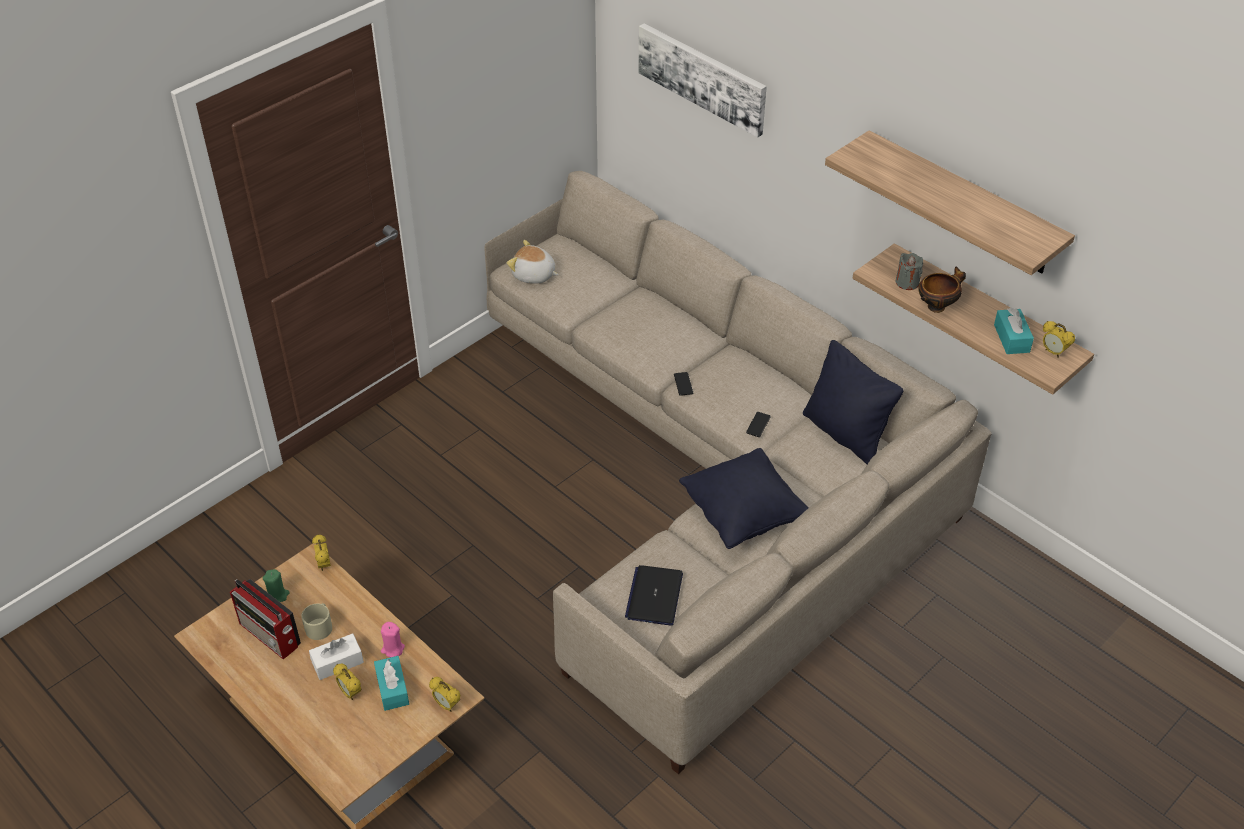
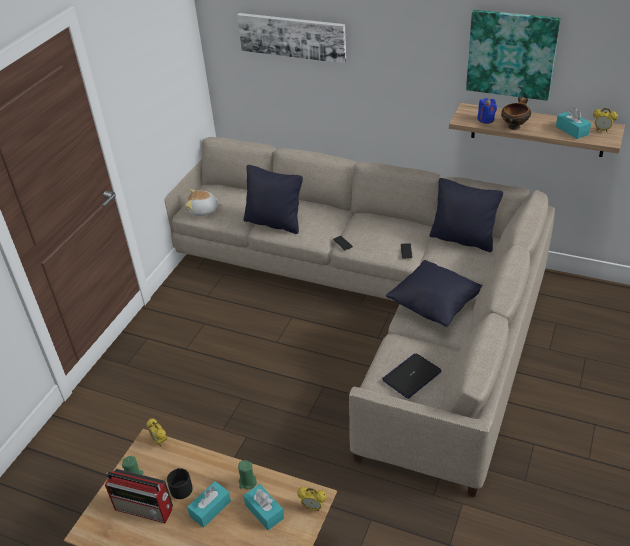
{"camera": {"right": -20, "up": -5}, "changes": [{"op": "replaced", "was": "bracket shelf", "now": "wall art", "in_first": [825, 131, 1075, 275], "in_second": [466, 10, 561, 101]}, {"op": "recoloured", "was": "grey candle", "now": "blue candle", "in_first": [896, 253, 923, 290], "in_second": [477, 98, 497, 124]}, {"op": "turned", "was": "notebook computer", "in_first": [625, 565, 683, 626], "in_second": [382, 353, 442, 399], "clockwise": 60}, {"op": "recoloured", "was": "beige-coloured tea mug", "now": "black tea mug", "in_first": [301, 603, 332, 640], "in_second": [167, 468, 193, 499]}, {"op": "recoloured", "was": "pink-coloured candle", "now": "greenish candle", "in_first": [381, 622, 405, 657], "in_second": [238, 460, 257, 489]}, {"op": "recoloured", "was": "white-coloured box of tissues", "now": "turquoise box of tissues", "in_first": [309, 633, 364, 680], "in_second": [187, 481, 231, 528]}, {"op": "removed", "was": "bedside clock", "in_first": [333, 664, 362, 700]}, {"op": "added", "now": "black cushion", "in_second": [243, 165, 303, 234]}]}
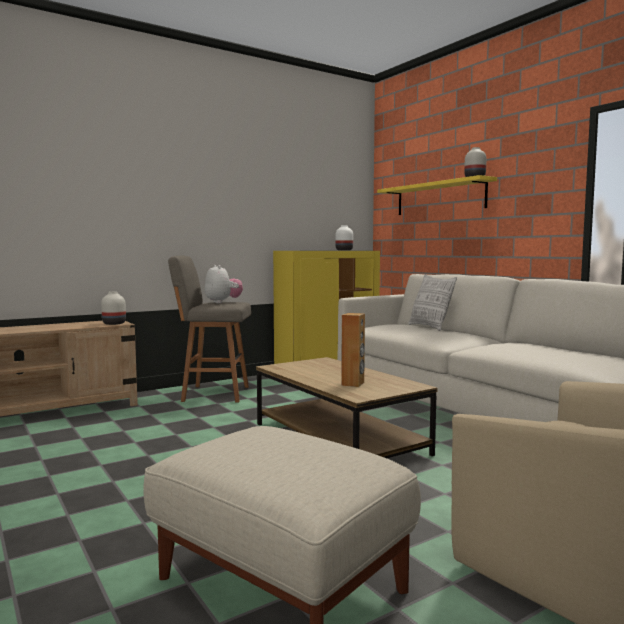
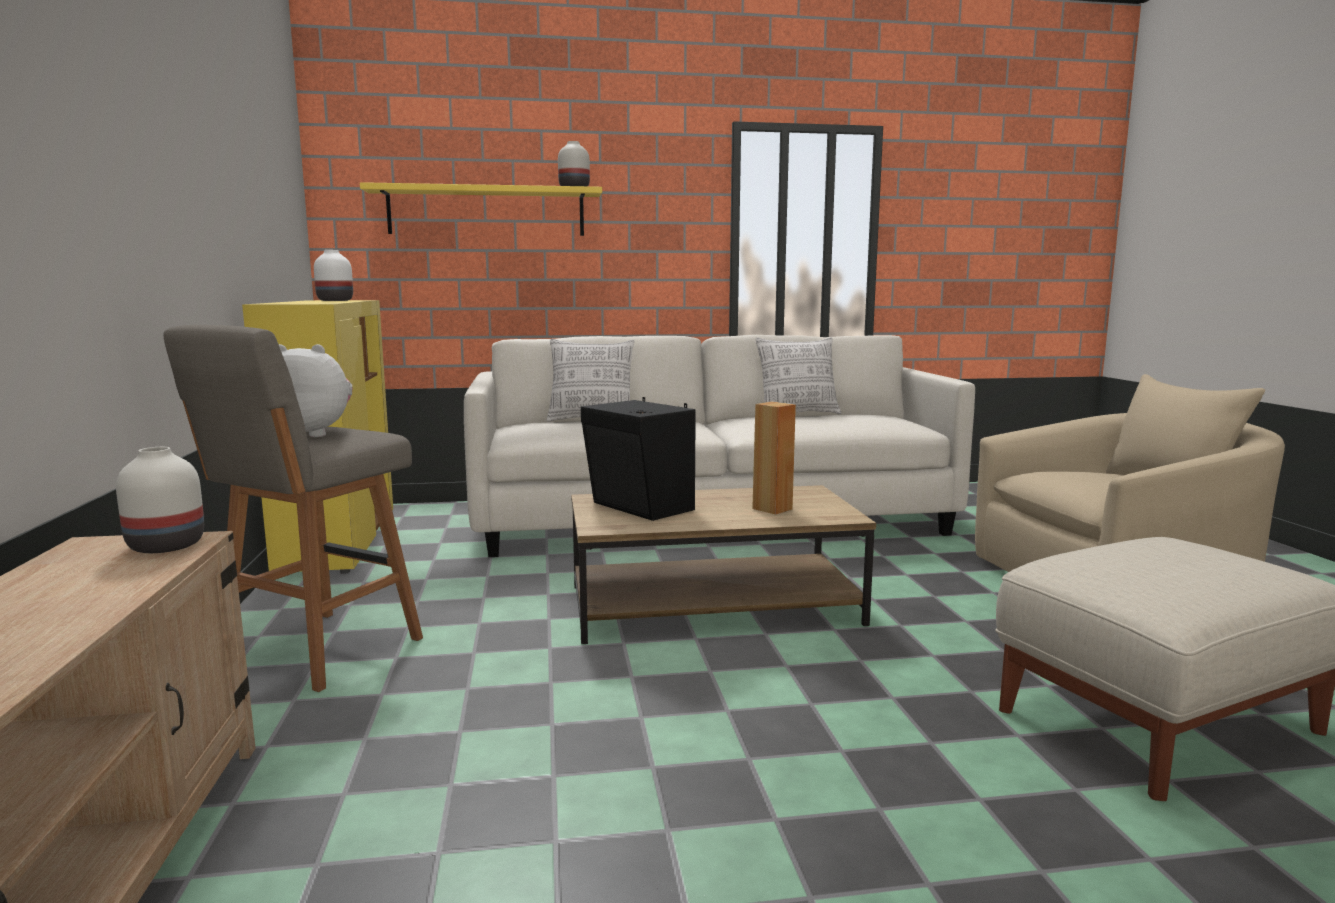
{"camera": {"right": -65, "up": 5}, "changes": [{"op": "added", "now": "cushion", "in_second": [756, 337, 841, 414]}, {"op": "added", "now": "black speaker", "in_second": [581, 397, 696, 521]}]}
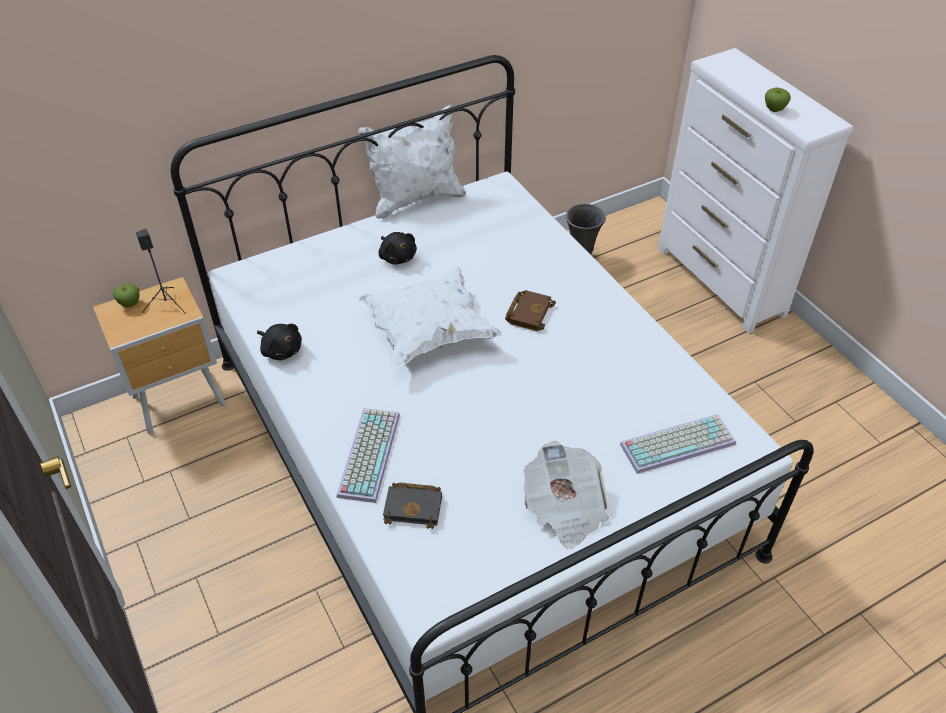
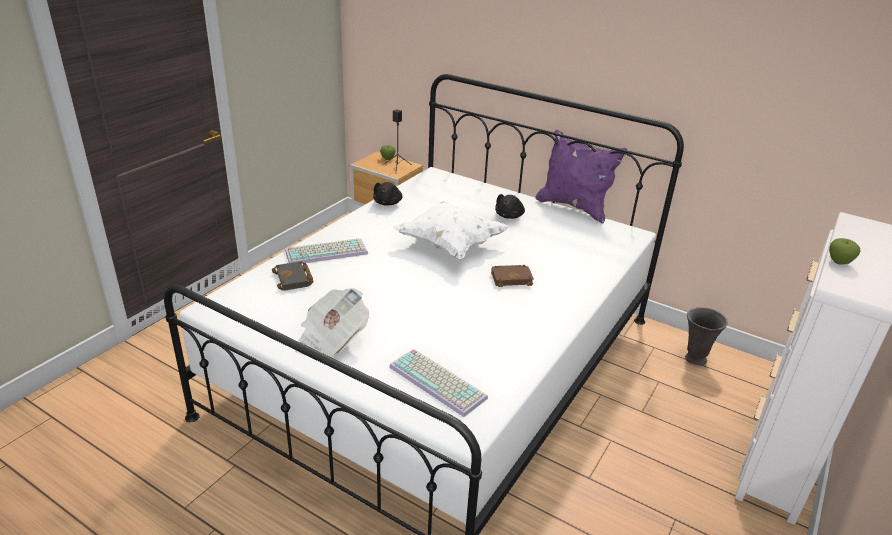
{"camera": {"right": 60, "up": -15}, "changes": [{"op": "recoloured", "was": "white-coloured cushion", "now": "purple-coloured cushion", "in_first": [358, 104, 466, 219], "in_second": [535, 130, 627, 224]}]}
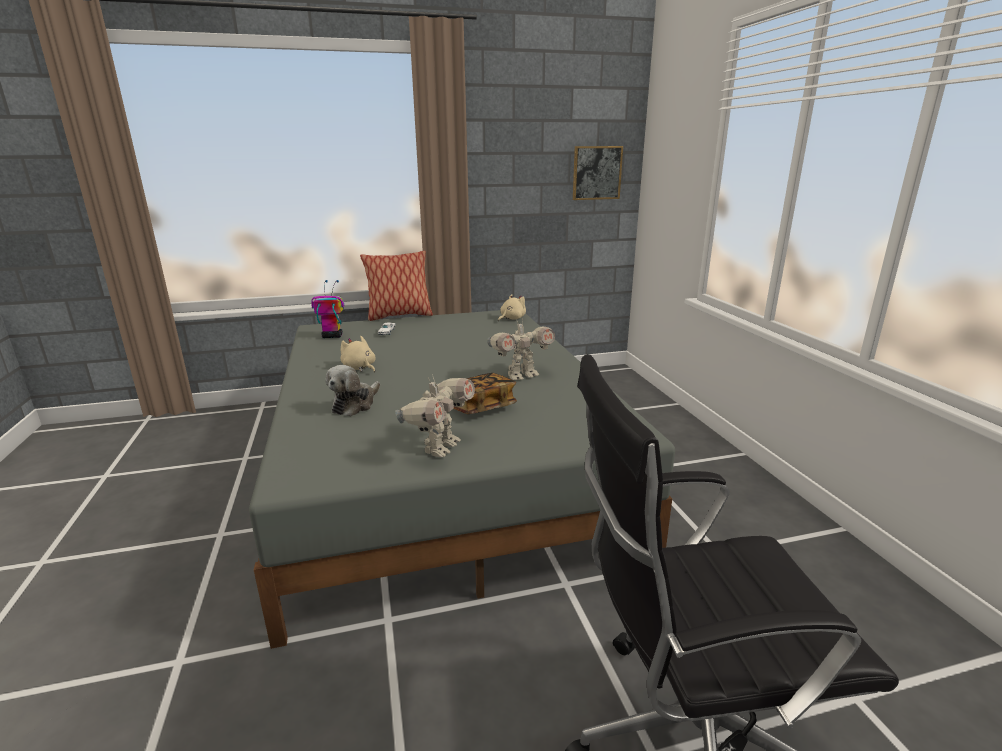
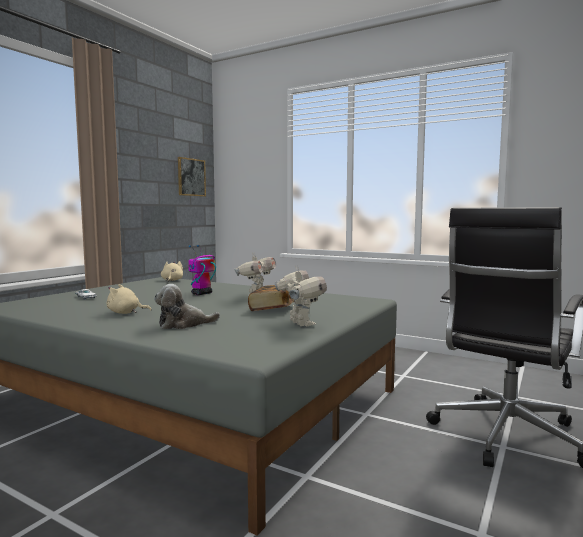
{"camera": {"right": -45, "up": -15}, "changes": [{"op": "removed", "was": "cushion", "in_first": [360, 251, 433, 321]}, {"op": "moved", "was": "toy robot", "in_first": [311, 280, 344, 338], "in_second": [188, 245, 216, 295]}, {"op": "turned", "was": "cuddly toy", "in_first": [326, 365, 380, 417], "in_second": [154, 284, 220, 329], "clockwise": 90}]}
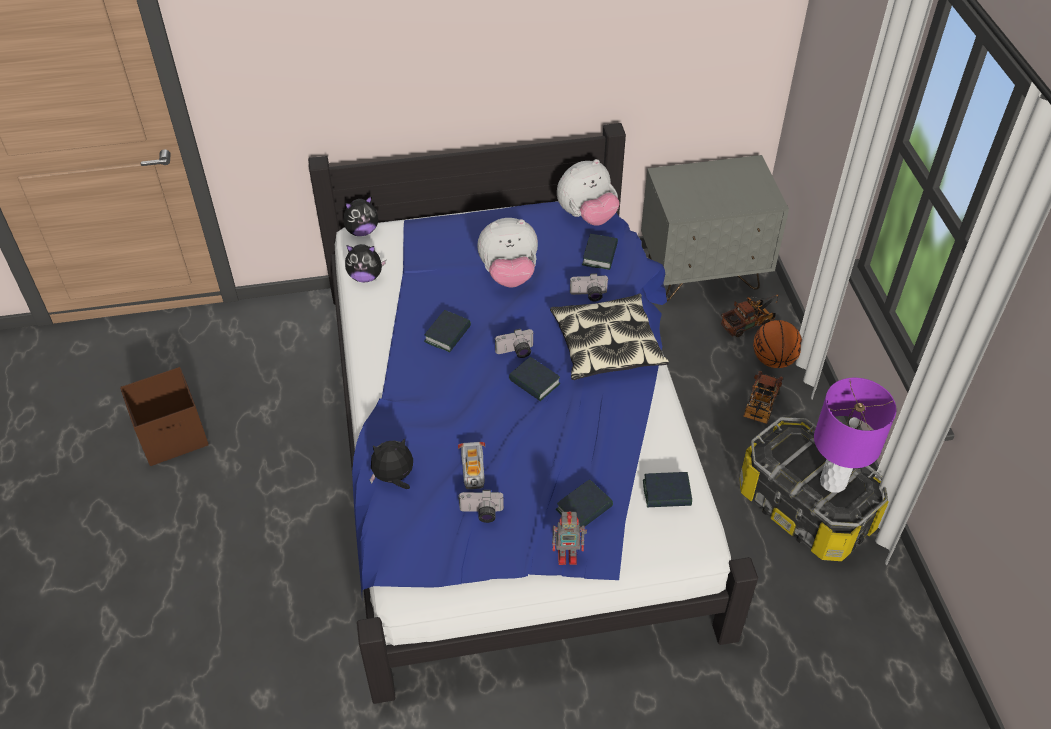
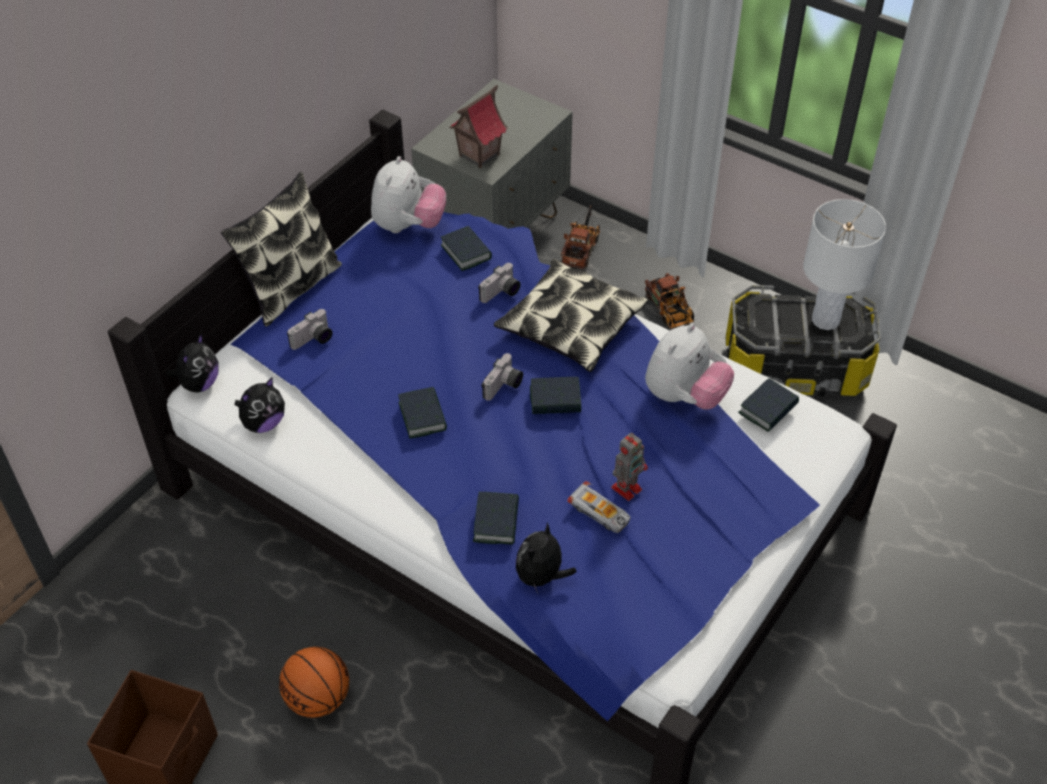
{"camera": {"right": -45, "up": 0}, "changes": [{"op": "moved", "was": "cuddly toy", "in_first": [477, 218, 538, 287], "in_second": [645, 323, 734, 410]}, {"op": "moved", "was": "basketball", "in_first": [753, 320, 802, 368], "in_second": [279, 647, 349, 718]}, {"op": "recoloured", "was": "purple-coloured tabletop lamp", "now": "white-coloured tabletop lamp", "in_first": [814, 378, 897, 493], "in_second": [803, 199, 886, 330]}, {"op": "moved", "was": "volume", "in_first": [556, 479, 613, 527], "in_second": [473, 492, 519, 545]}, {"op": "moved", "was": "photo camera", "in_first": [459, 490, 504, 523], "in_second": [287, 309, 332, 350]}, {"op": "moved", "was": "toy robot", "in_first": [552, 511, 587, 565], "in_second": [611, 433, 648, 501]}, {"op": "added", "now": "miniature house", "in_second": [449, 85, 508, 168]}, {"op": "added", "now": "cushion", "in_second": [221, 172, 342, 327]}]}
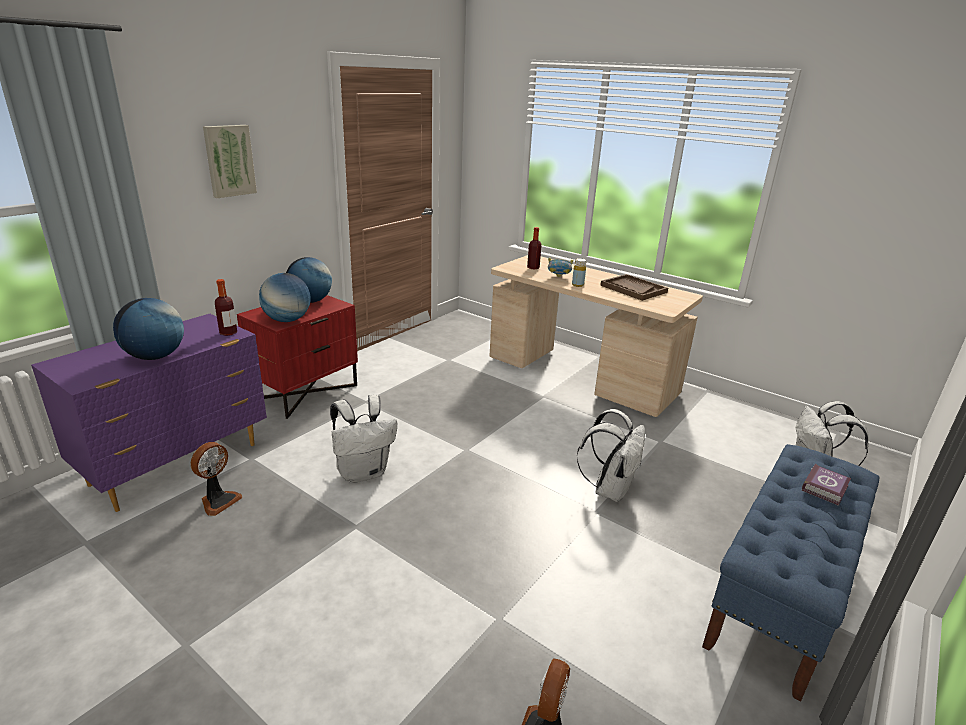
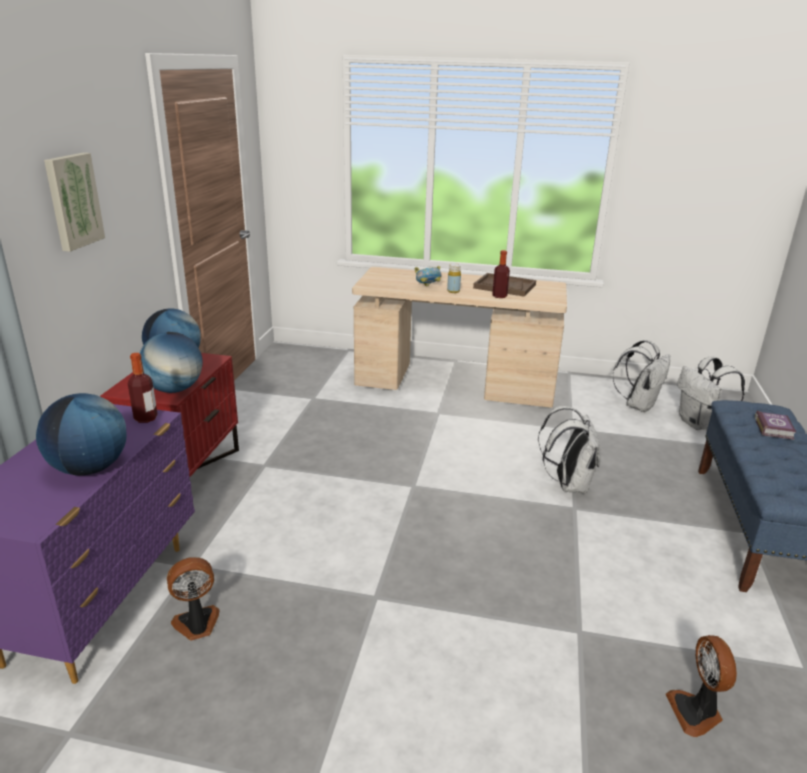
{"camera": {"right": -25, "up": 0}, "changes": [{"op": "moved", "was": "bottle", "in_first": [527, 227, 542, 270], "in_second": [492, 250, 510, 298]}, {"op": "moved", "was": "white-coloured backpack", "in_first": [330, 395, 397, 483], "in_second": [613, 340, 670, 412]}, {"op": "turned", "was": "fan", "in_first": [191, 442, 242, 516], "in_second": [167, 557, 220, 641], "clockwise": -120}]}
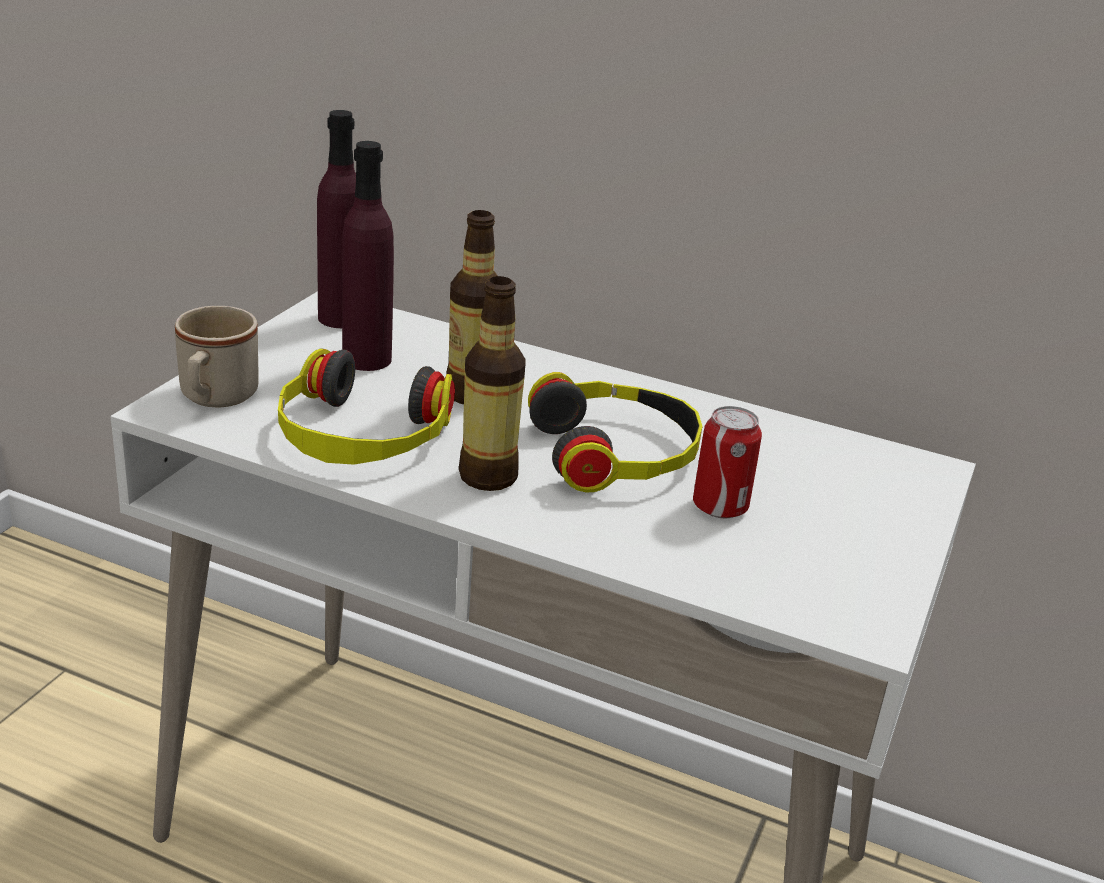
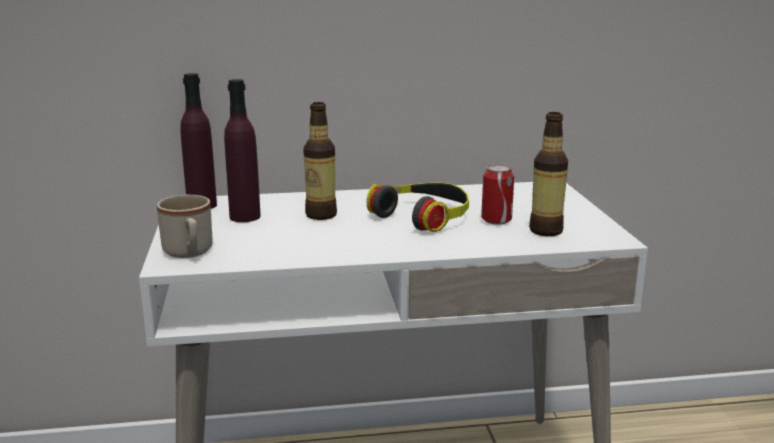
{"camera": {"right": -30, "up": -10}, "changes": [{"op": "moved", "was": "bottle", "in_first": [459, 276, 526, 491], "in_second": [529, 112, 568, 236]}, {"op": "removed", "was": "headphones", "in_first": [278, 348, 455, 465]}]}
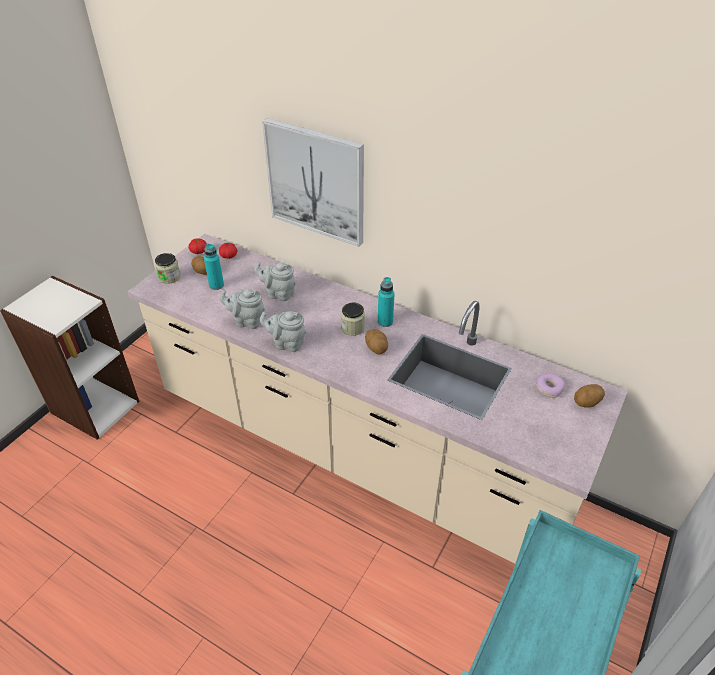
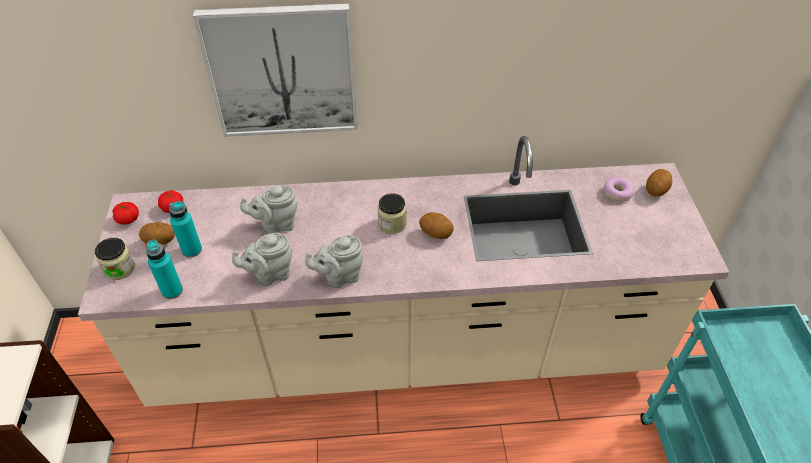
{"camera": {"right": -35, "up": 5}, "changes": [{"op": "moved", "was": "turquoise bottle", "in_first": [378, 277, 394, 327], "in_second": [146, 239, 183, 299]}]}
